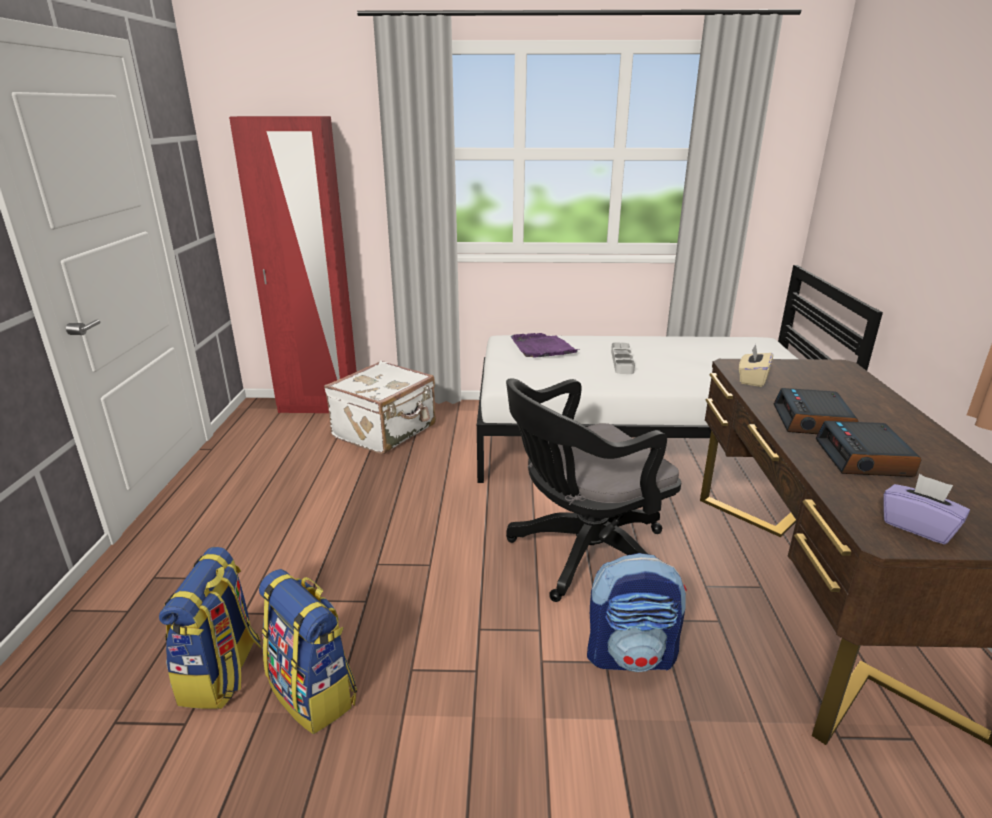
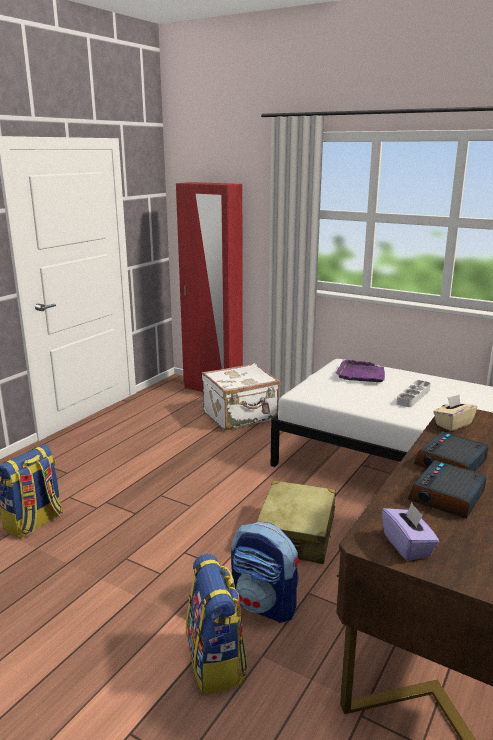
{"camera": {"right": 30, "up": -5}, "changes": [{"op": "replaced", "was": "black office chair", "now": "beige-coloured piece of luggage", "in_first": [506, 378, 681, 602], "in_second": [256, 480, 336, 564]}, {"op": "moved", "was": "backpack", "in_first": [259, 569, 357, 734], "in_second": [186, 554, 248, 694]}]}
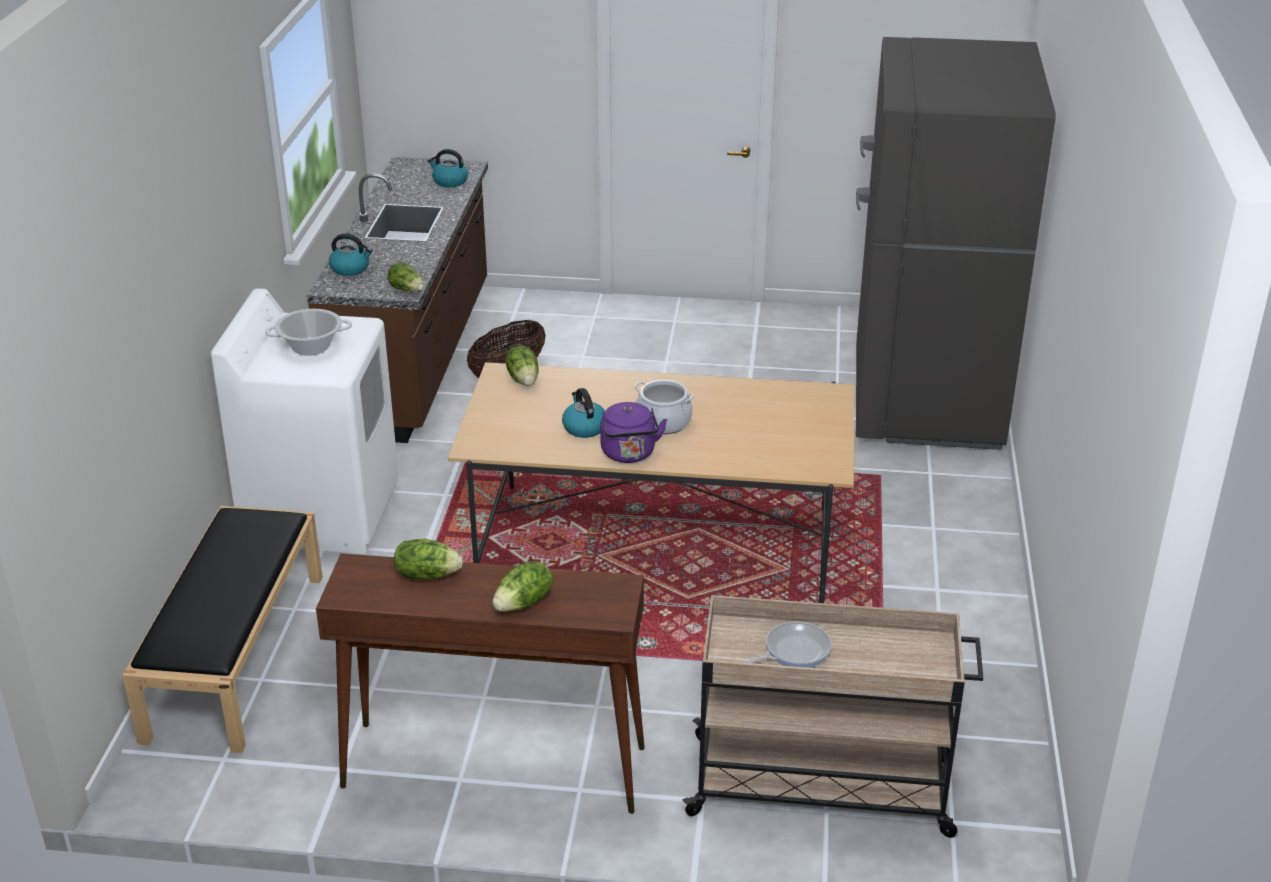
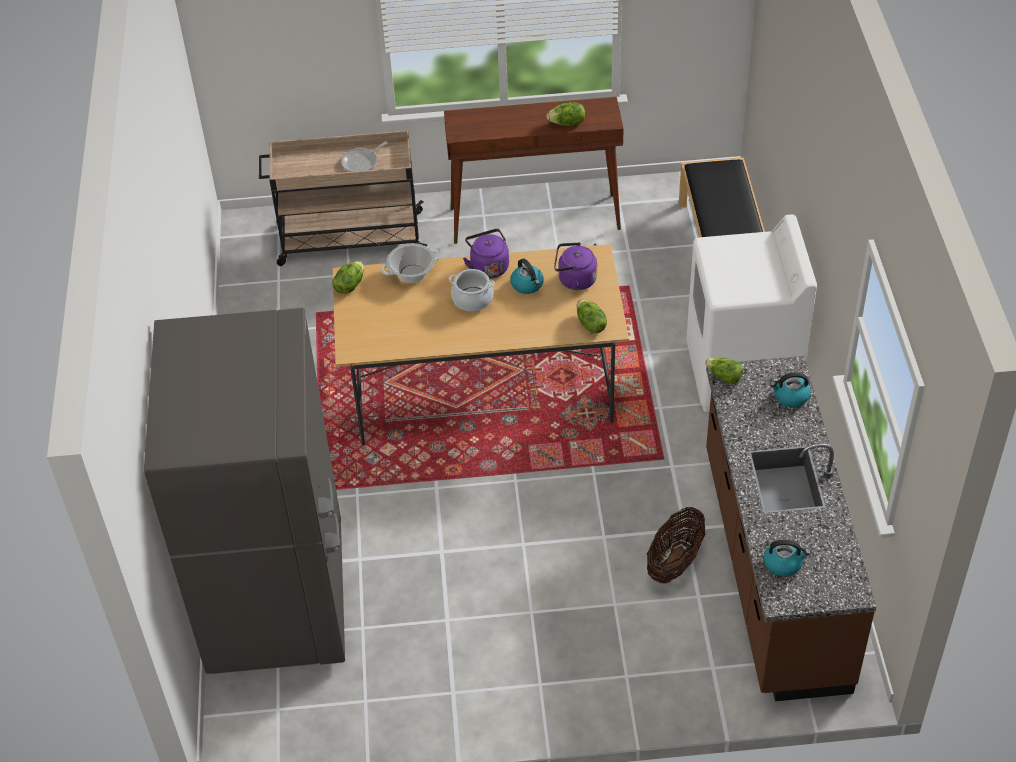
{"camera": {"right": 170, "up": 15}, "changes": [{"op": "moved", "was": "cooking pot", "in_first": [265, 309, 352, 356], "in_second": [381, 243, 441, 283]}, {"op": "moved", "was": "lettuce", "in_first": [492, 561, 553, 612], "in_second": [332, 261, 364, 294]}, {"op": "added", "now": "purple-coloured tea kettle", "in_second": [554, 242, 597, 290]}]}
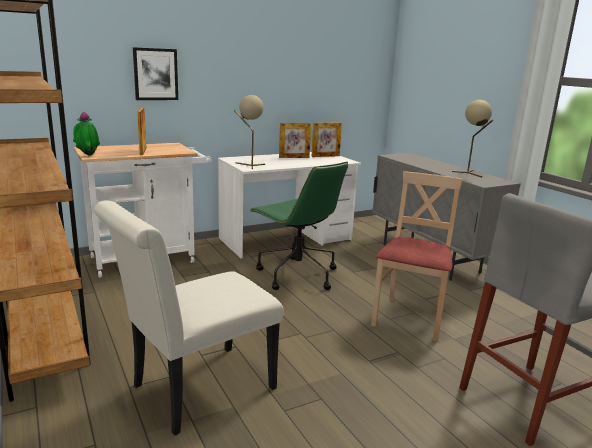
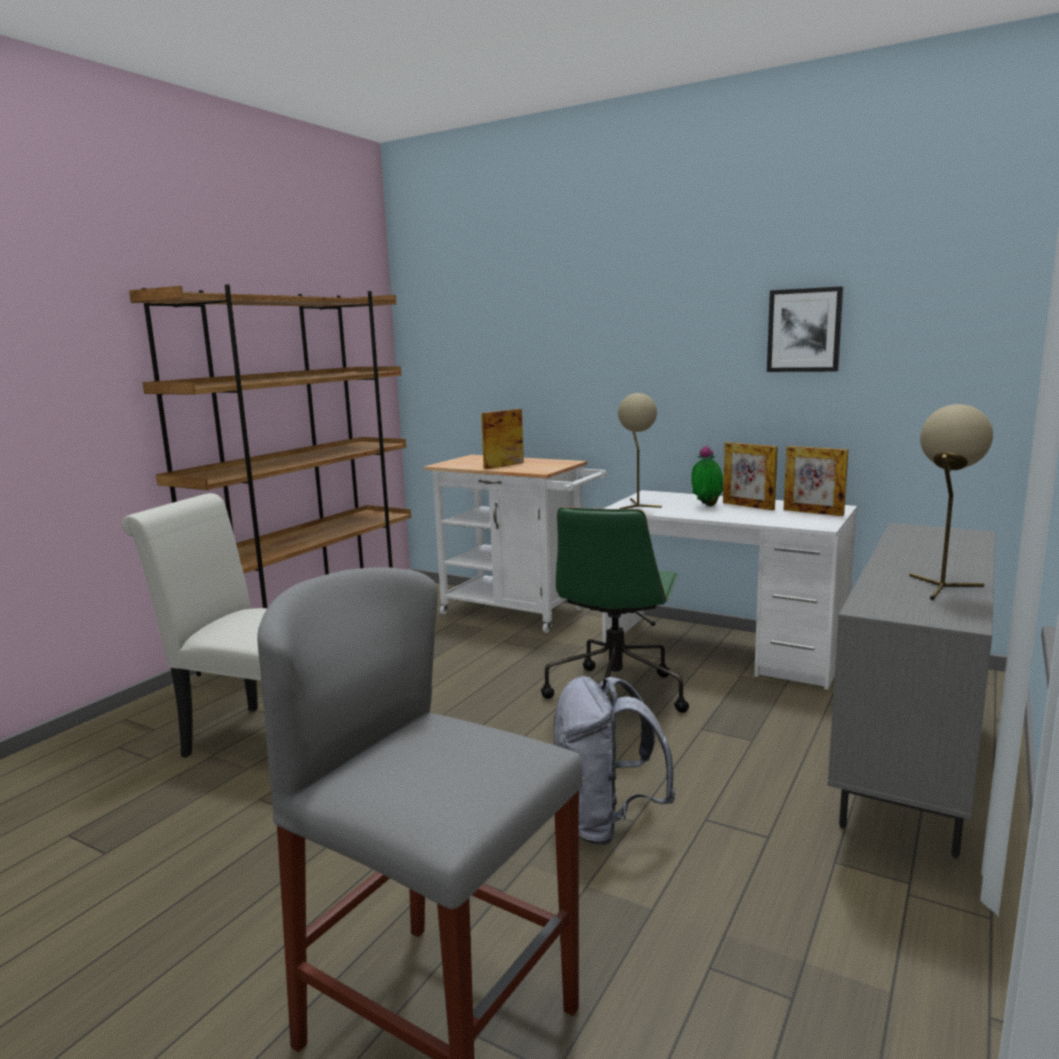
{"camera": {"right": 60, "up": -5}, "changes": [{"op": "moved", "was": "wall art", "in_first": [133, 47, 178, 100], "in_second": [767, 286, 843, 372]}, {"op": "moved", "was": "houseplant", "in_first": [73, 112, 100, 156], "in_second": [691, 446, 724, 506]}, {"op": "replaced", "was": "beige-coloured upright chair", "now": "grey backpack", "in_first": [371, 171, 463, 341], "in_second": [554, 676, 676, 845]}]}
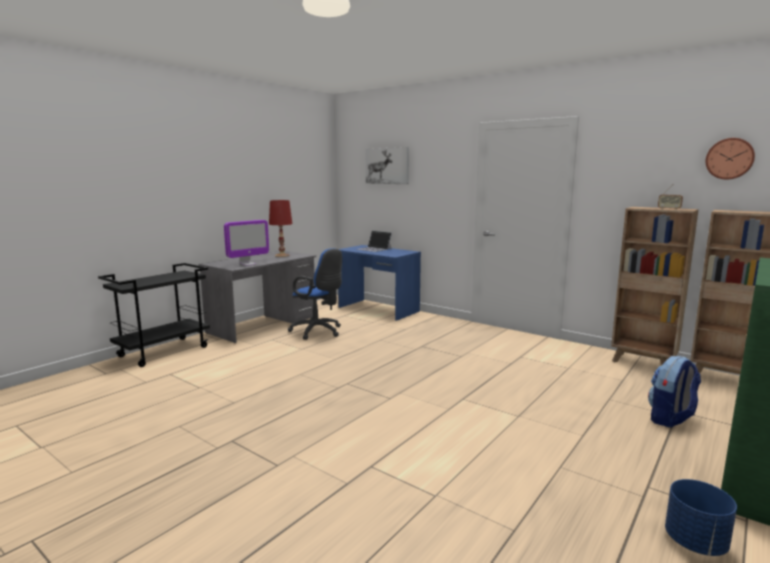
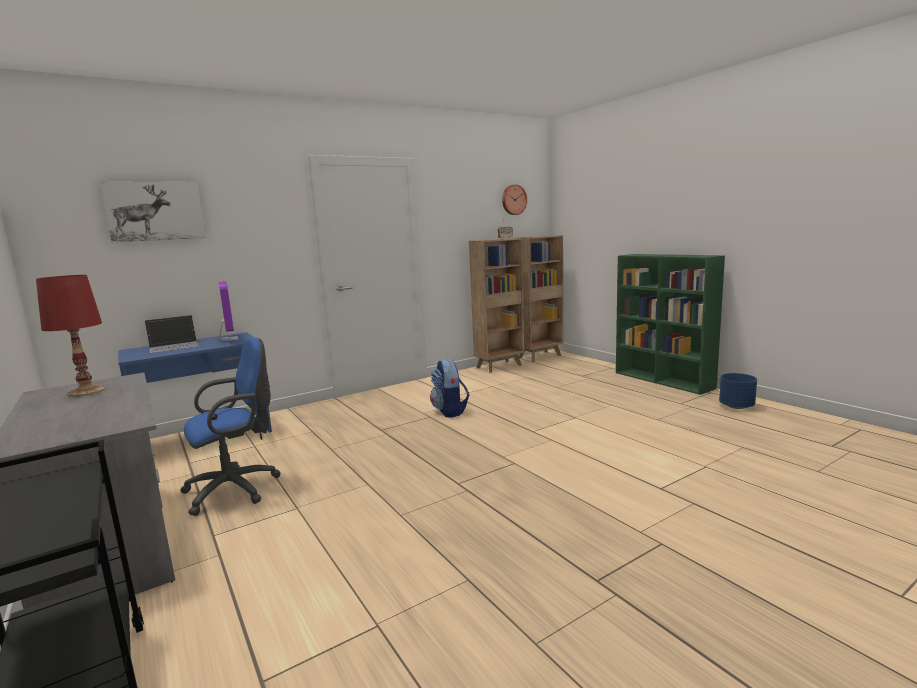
{"camera": {"right": -70, "up": 0}, "changes": [{"op": "moved", "was": "computer screen", "in_first": [224, 220, 269, 266], "in_second": [219, 281, 239, 341]}, {"op": "moved", "was": "backpack", "in_first": [648, 356, 701, 427], "in_second": [430, 358, 470, 418]}]}
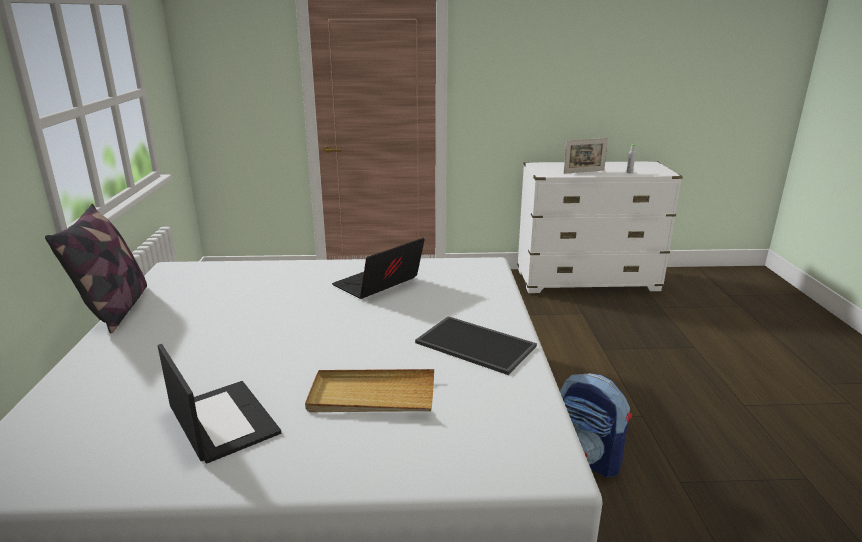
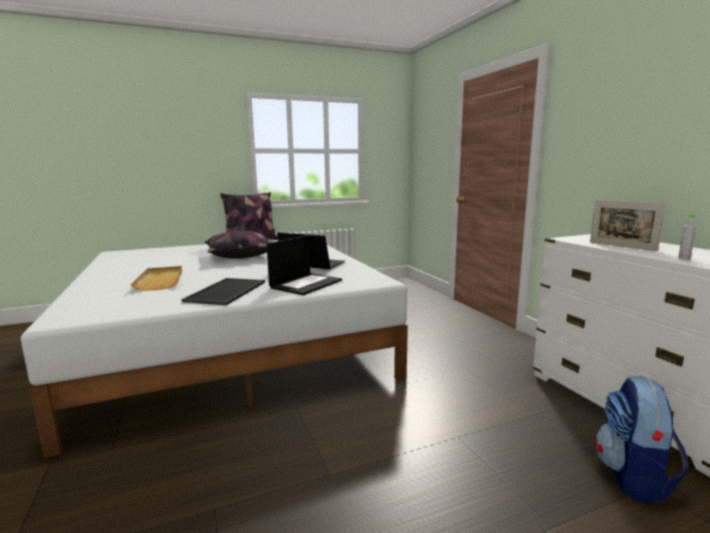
{"camera": {"right": 70, "up": -10}, "changes": [{"op": "moved", "was": "notebook computer", "in_first": [158, 344, 281, 464], "in_second": [267, 235, 342, 295]}, {"op": "moved", "was": "backpack", "in_first": [560, 373, 632, 477], "in_second": [595, 376, 690, 502]}, {"op": "added", "now": "cushion", "in_second": [205, 231, 271, 259]}]}
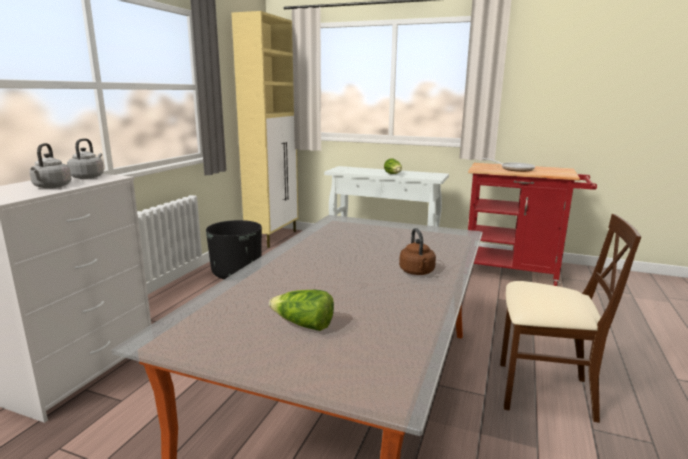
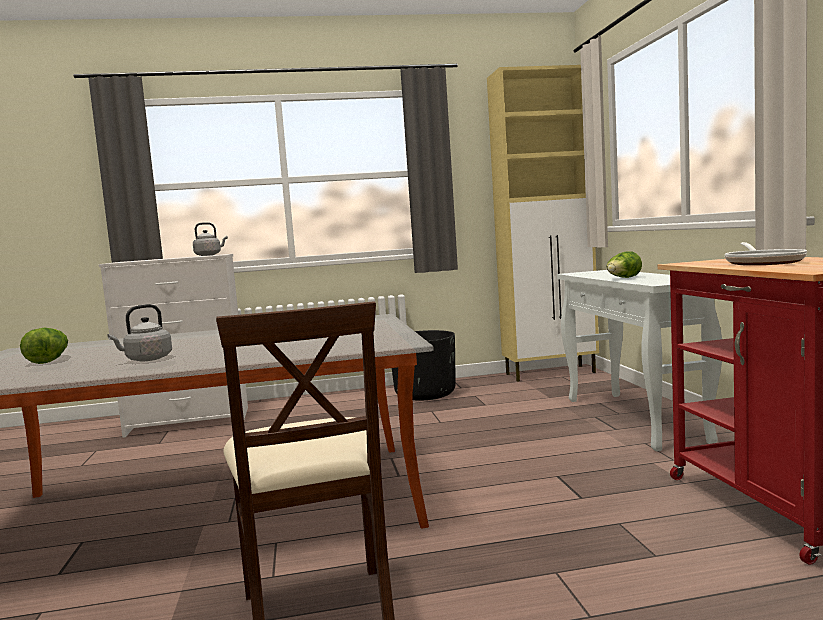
{"camera": {"right": 60, "up": -10}, "changes": [{"op": "moved", "was": "grey tea kettle", "in_first": [29, 143, 72, 188], "in_second": [108, 304, 172, 361]}, {"op": "removed", "was": "brown tea kettle", "in_first": [399, 228, 436, 275]}]}
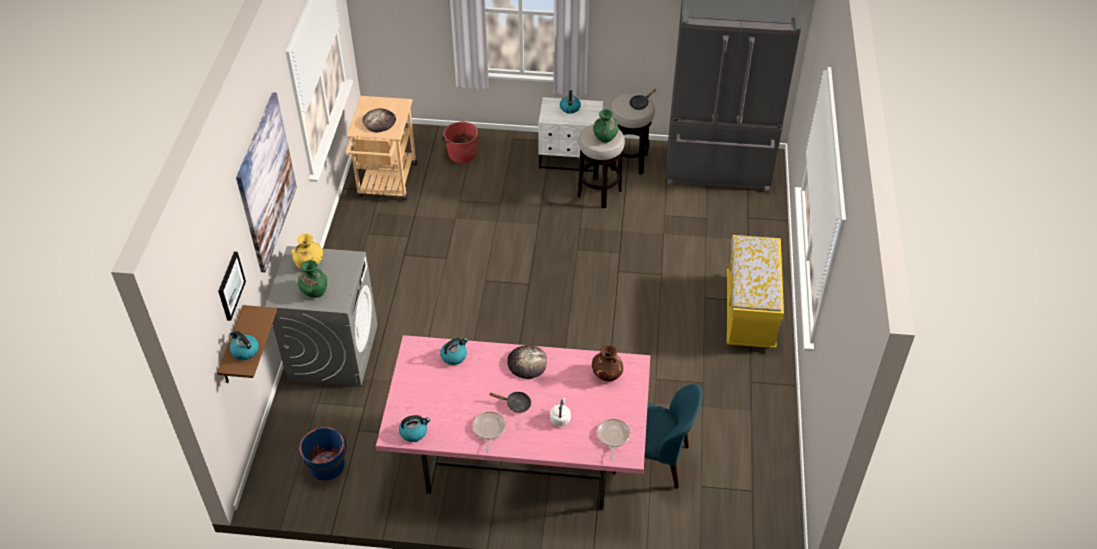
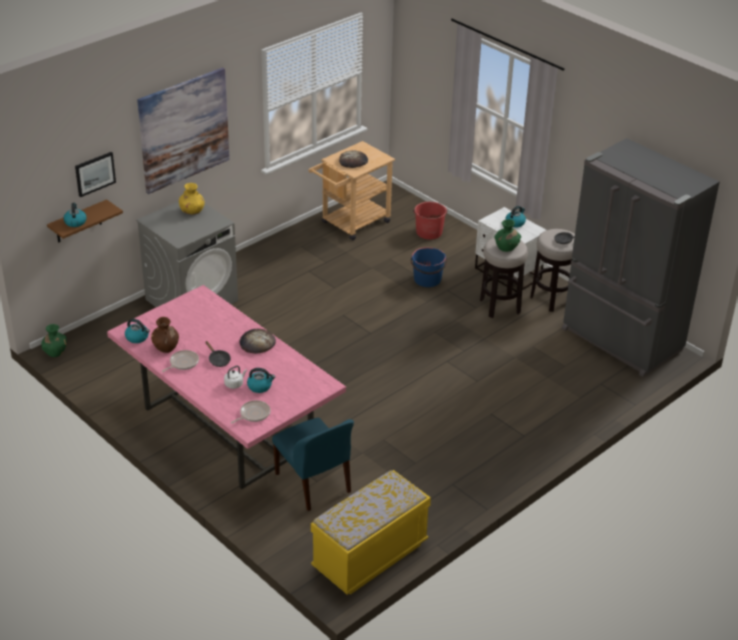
{"camera": {"right": 40, "up": -10}, "changes": [{"op": "moved", "was": "yellow-coloured bench", "in_first": [727, 235, 784, 348], "in_second": [311, 470, 431, 595]}, {"op": "moved", "was": "greenish decorative vase", "in_first": [298, 260, 327, 298], "in_second": [42, 324, 67, 357]}, {"op": "moved", "was": "tea kettle", "in_first": [440, 338, 468, 365], "in_second": [247, 368, 275, 393]}, {"op": "moved", "was": "brown decorative vase", "in_first": [592, 345, 623, 381], "in_second": [151, 317, 179, 353]}, {"op": "moved", "was": "blue pail", "in_first": [299, 427, 347, 481], "in_second": [411, 247, 447, 287]}]}
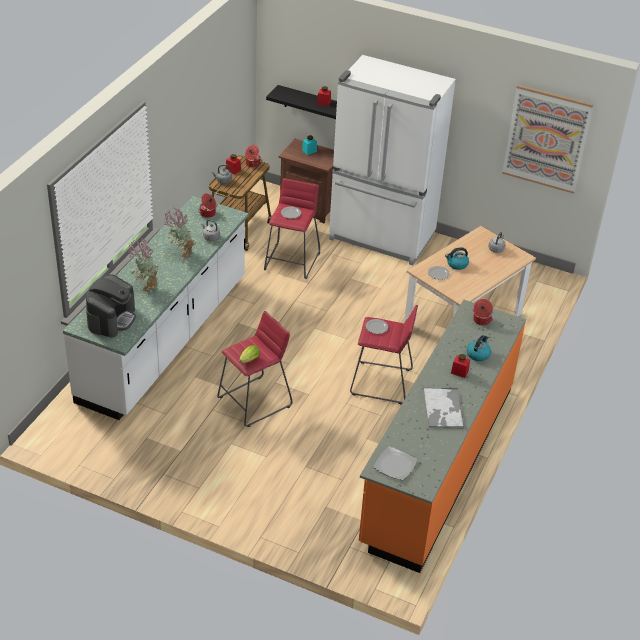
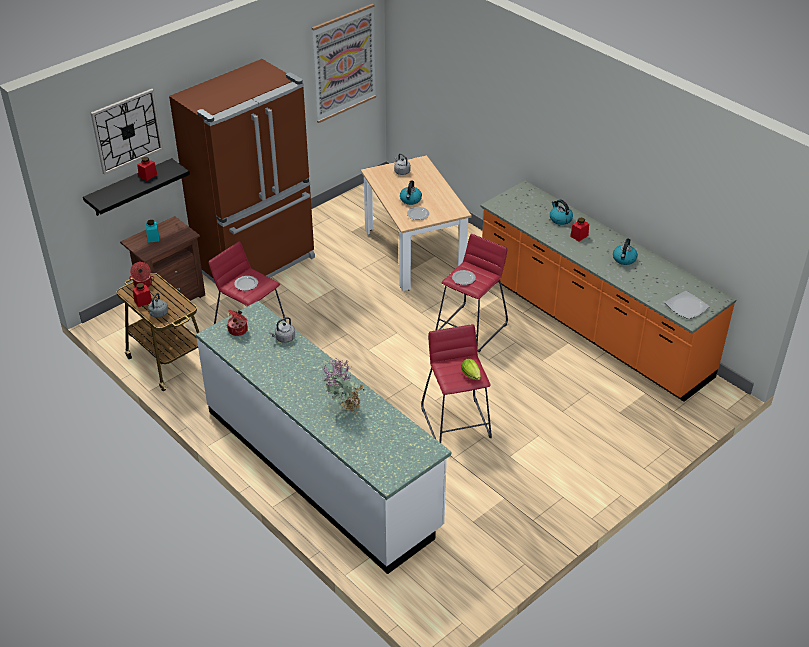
{"camera": {"right": -65, "up": 0}, "changes": [{"op": "recoloured", "was": "white-coloured fridge", "now": "brown fridge", "in_first": [329, 55, 456, 265], "in_second": [169, 59, 315, 283]}, {"op": "removed", "was": "houseplant", "in_first": [163, 208, 196, 260]}, {"op": "removed", "was": "coffee brewer", "in_first": [86, 274, 136, 338]}, {"op": "removed", "was": "cooking pot", "in_first": [473, 299, 493, 325]}, {"op": "replaced", "was": "carrying tray", "now": "tea kettle", "in_first": [423, 388, 464, 429], "in_second": [613, 238, 638, 265]}, {"op": "added", "now": "wall clock", "in_second": [91, 89, 163, 175]}]}
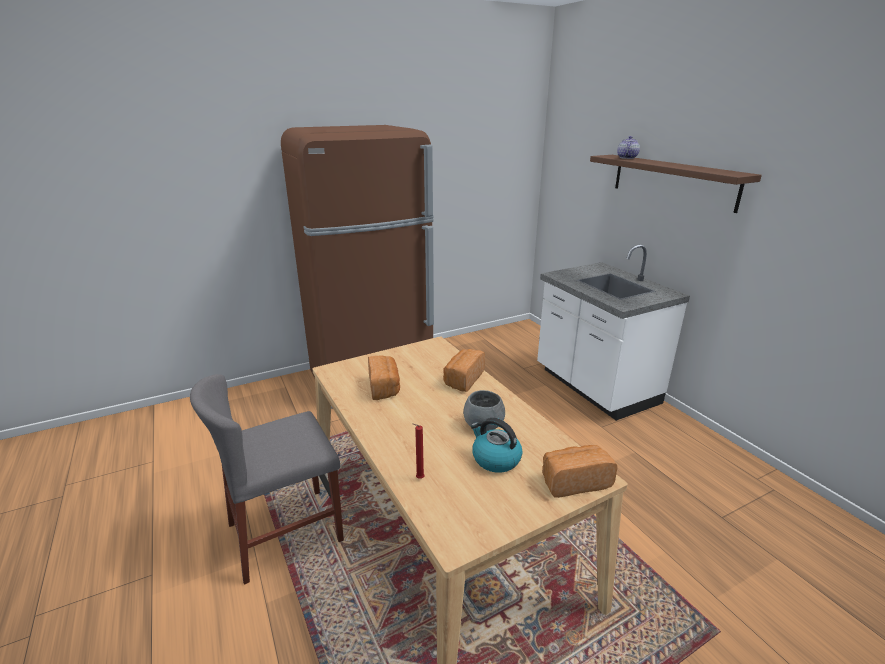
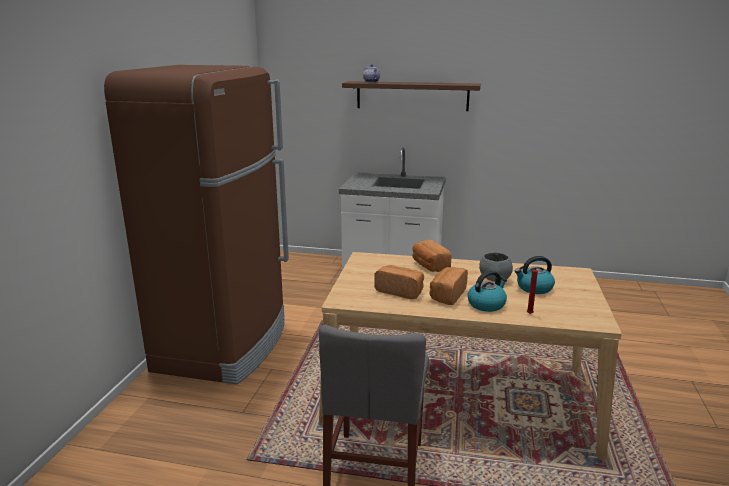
{"camera": {"right": -50, "up": -5}, "changes": [{"op": "moved", "was": "bread", "in_first": [542, 445, 618, 498], "in_second": [430, 267, 468, 305]}, {"op": "added", "now": "tea kettle", "in_second": [467, 270, 507, 312]}]}
